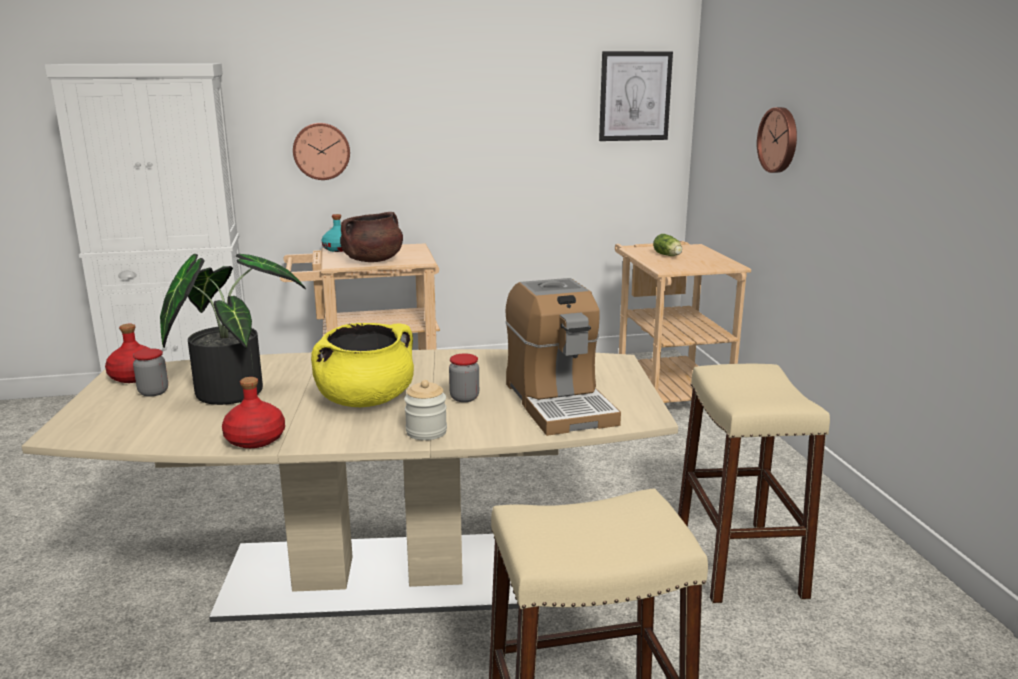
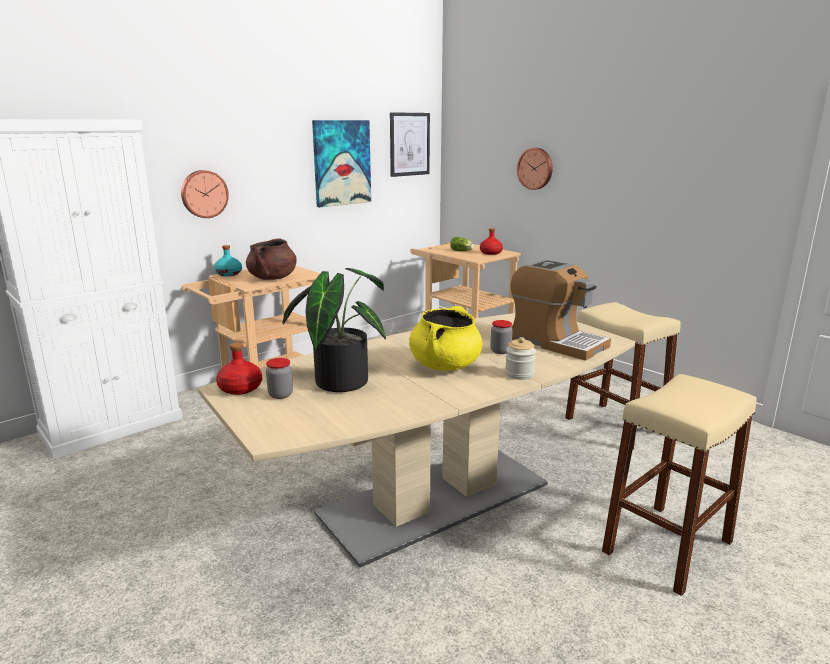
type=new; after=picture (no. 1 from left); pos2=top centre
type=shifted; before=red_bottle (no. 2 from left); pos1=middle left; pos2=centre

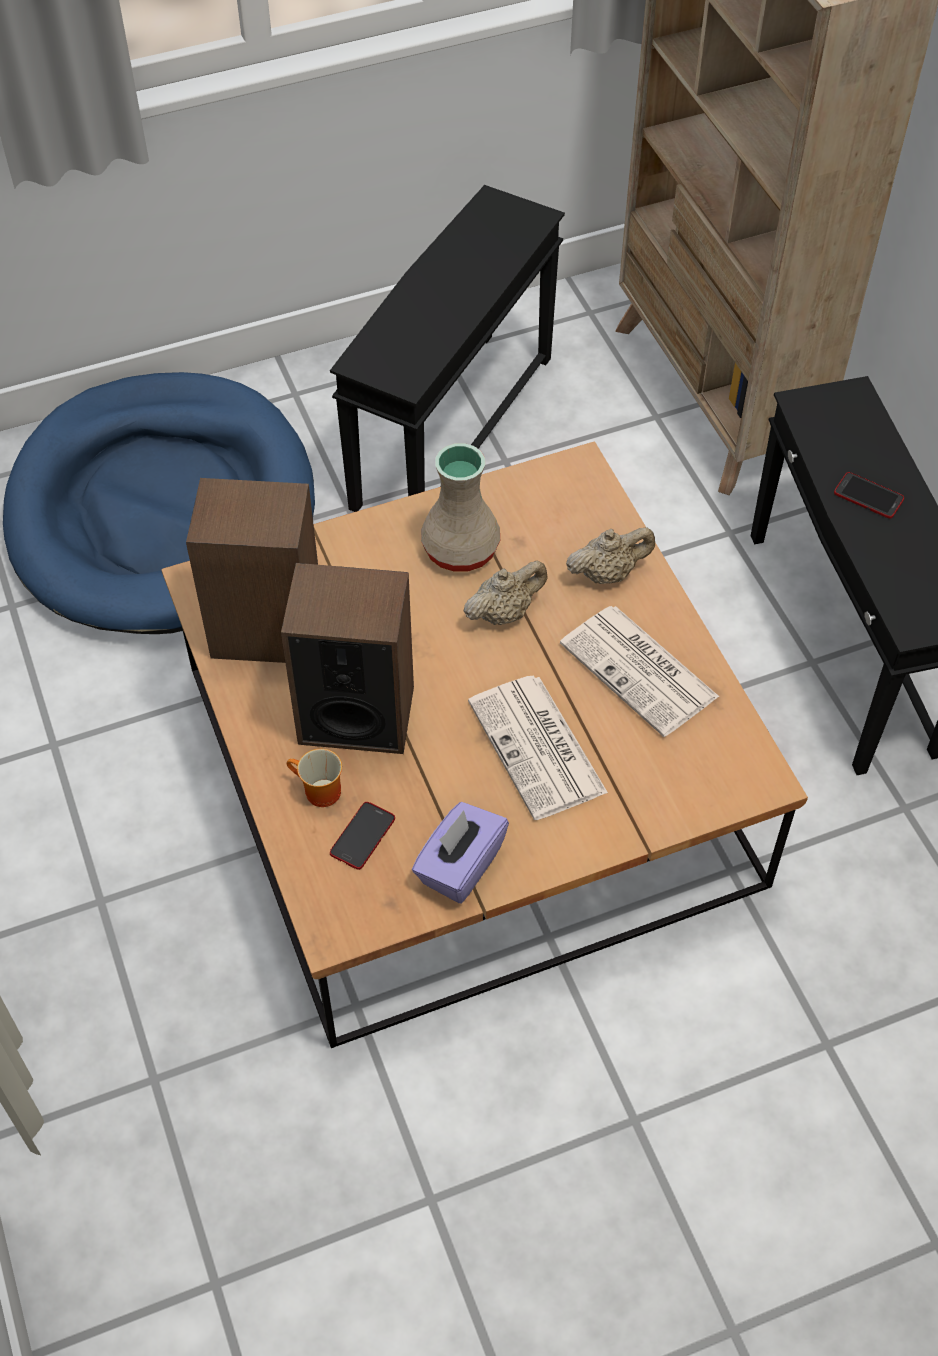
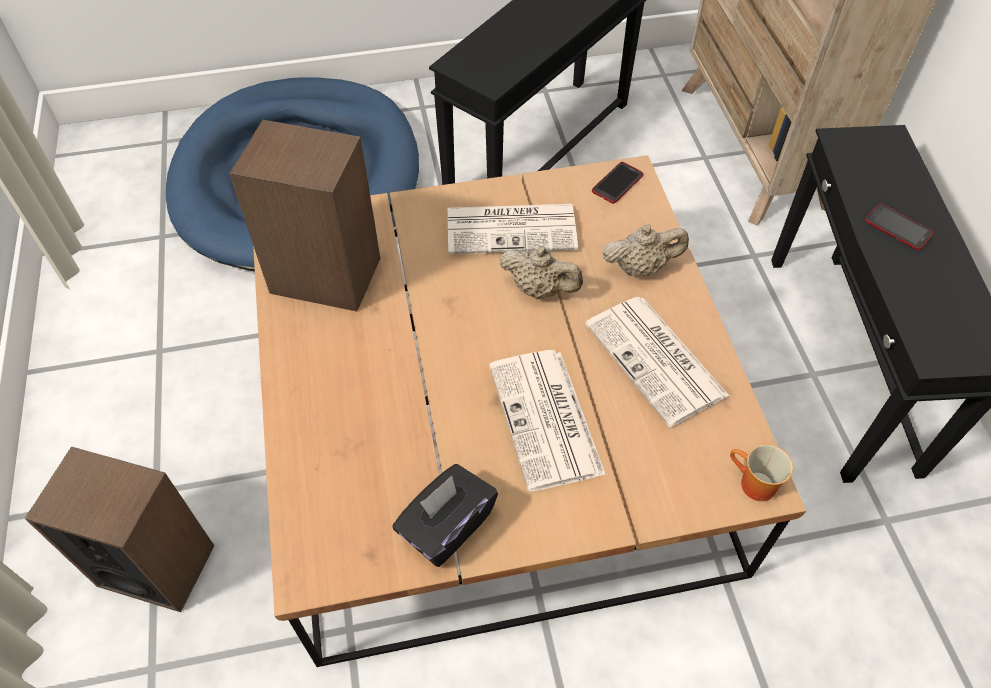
type=shifted; before=speaker (no. 2 from left in the first image); after=speaker (no. 1 from left); pos1=centre; pos2=bottom left
type=shifted; before=mug; pos1=centre; pos2=bottom right
type=shifted; before=phone (no. 1 from left); pos1=centre; pos2=top centre
type=swapped; before=beige_vase; after=newspaper (no. 1 from left); pos1=centre; pos2=top centre
type=repainted; before=purple_tissue_box; after=black_tissue_box; pos1=centre; pos2=bottom centre
type=rotated; before=beige_teapot (no. 1 from left); pos1=centre; pos2=centre; turn=45

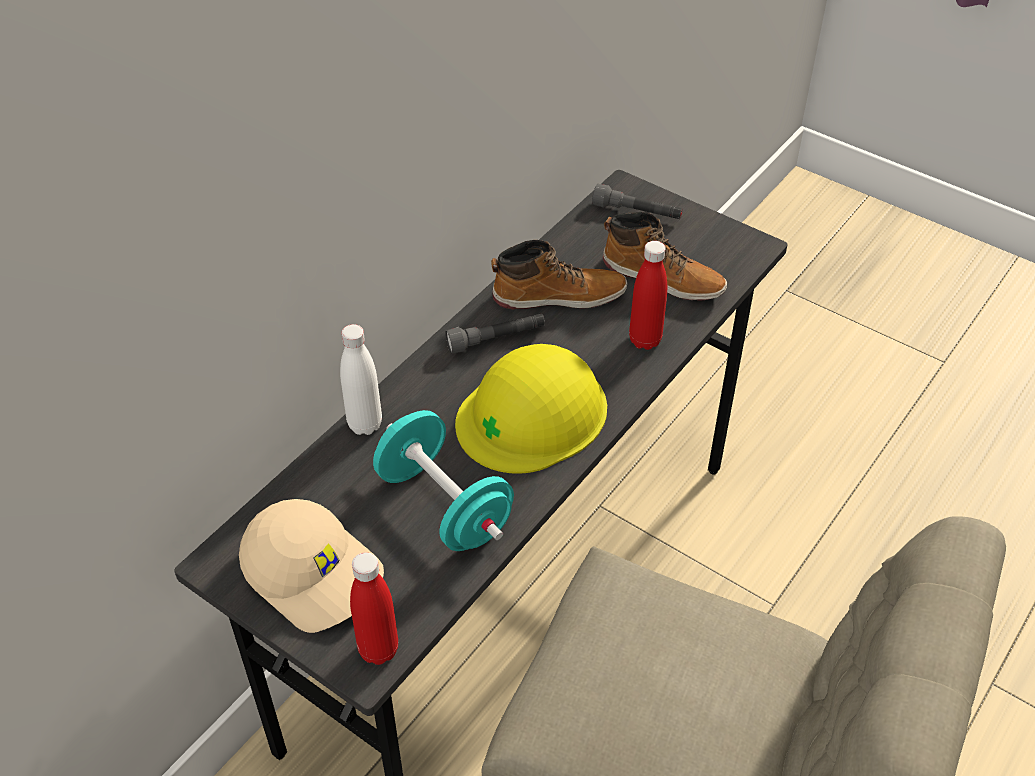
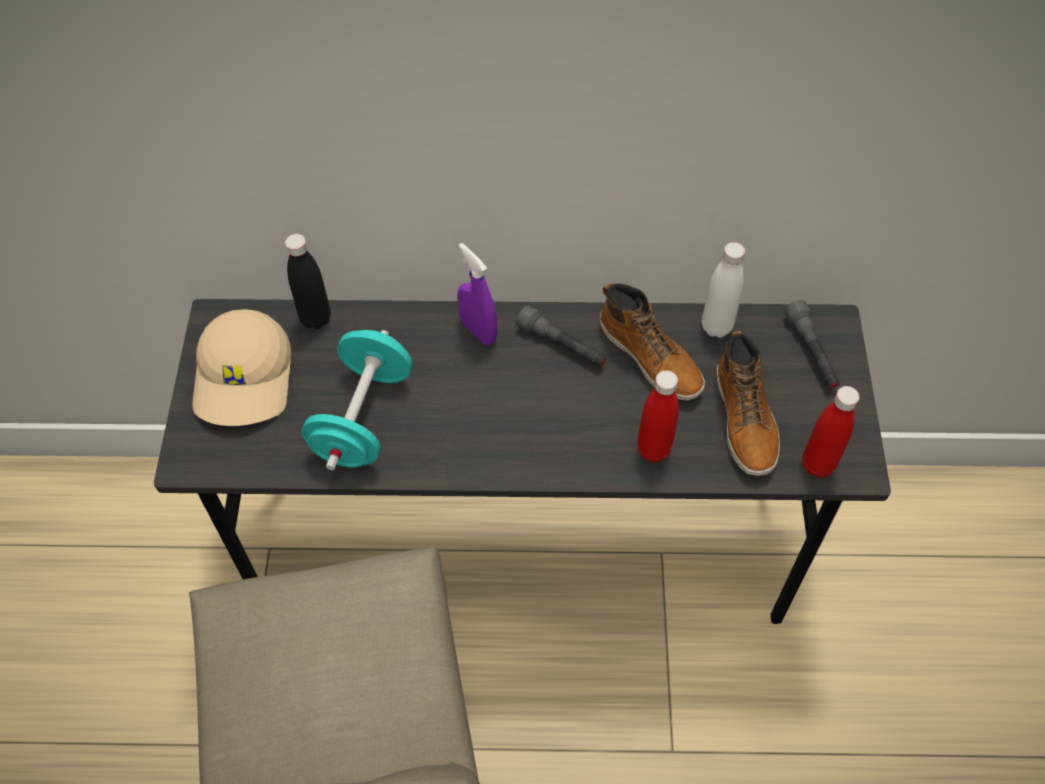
type=gone; before=yellow_hard_hat; pos1=centre
type=new; after=black_bottle; pos2=middle left
type=new; after=purple_spray_bottle; pos2=centre
type=shifted; before=white_bottle; pos1=centre; pos2=middle right
type=shifted; before=red_bottle (no. 1 from left in the first image); after=red_bottle (no. 2 from left); pos1=bottom centre; pos2=middle right

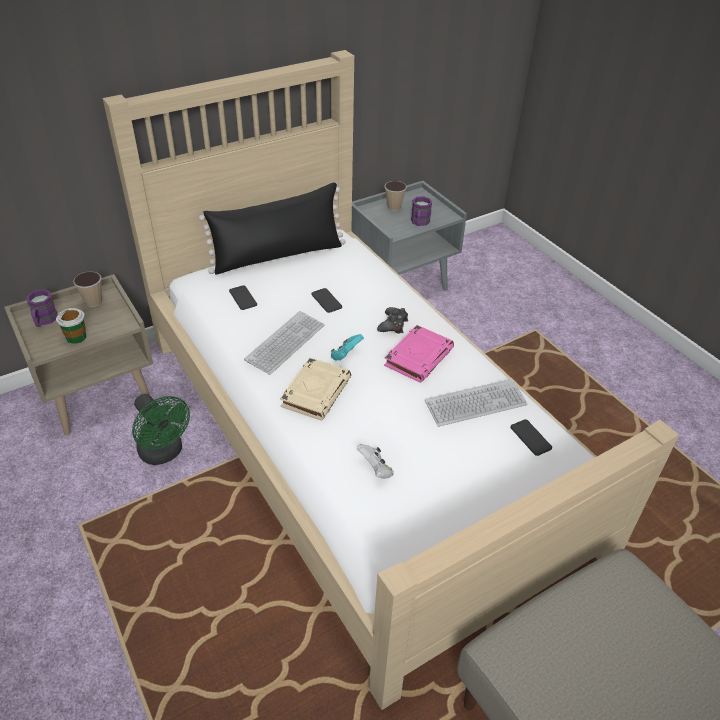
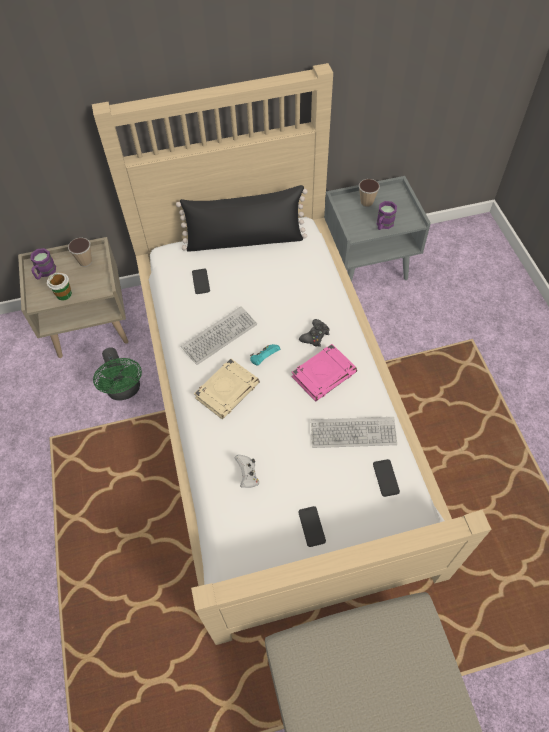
type=shifted; before=phone (no. 2 from left); pos1=centre; pos2=bottom centre

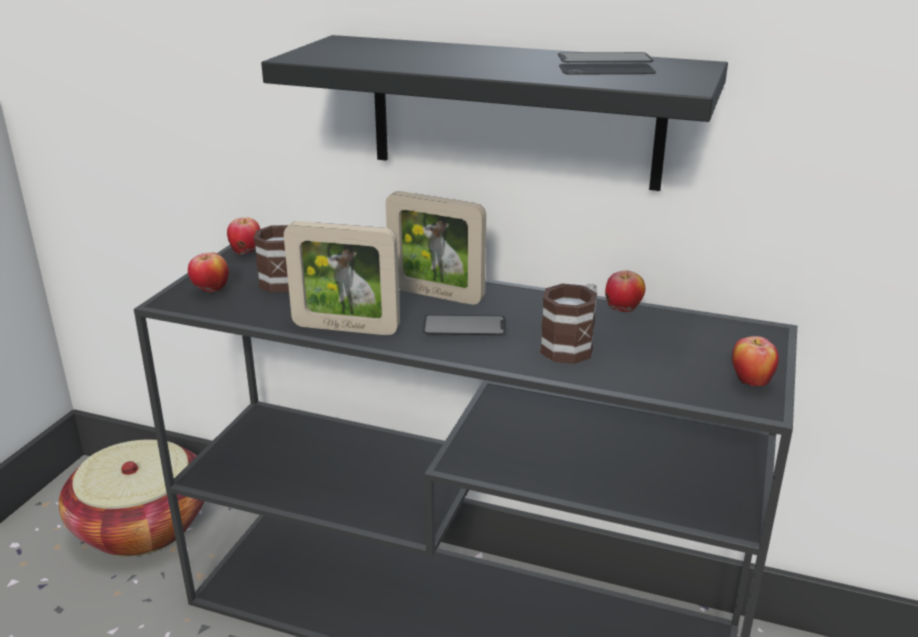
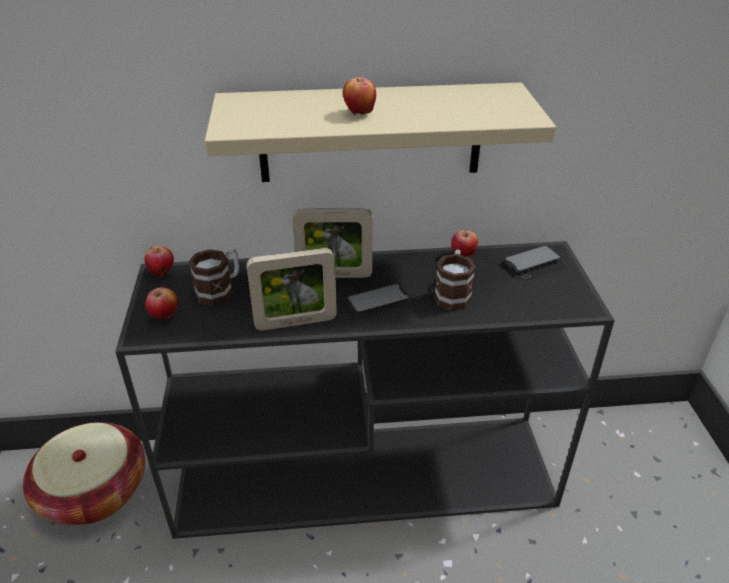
type=shifted; before=phone (no. 2 from left); pos1=top centre; pos2=middle right
type=shifted; before=apple (no. 4 from left in the first image); after=apple (no. 3 from left); pos1=middle right; pos2=top centre
type=repainted; before=black_shelf; after=beige_shelf; pos1=top centre; pos2=top centre

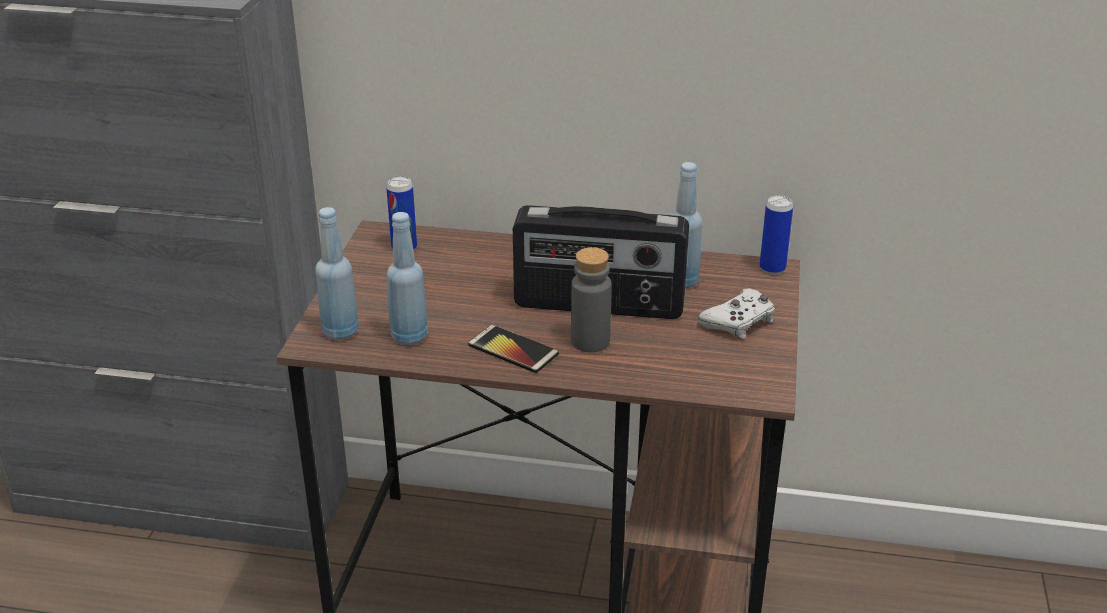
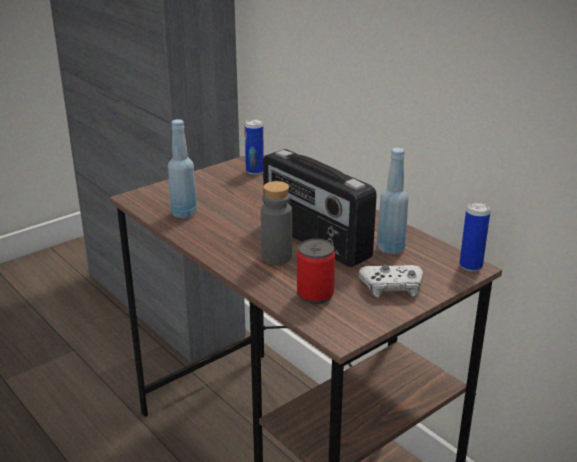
type=gone; before=blue_bottle (no. 1 from left); pos1=middle left
type=gone; before=phone; pos1=centre
type=new; after=can (no. 2 from left); pos2=centre

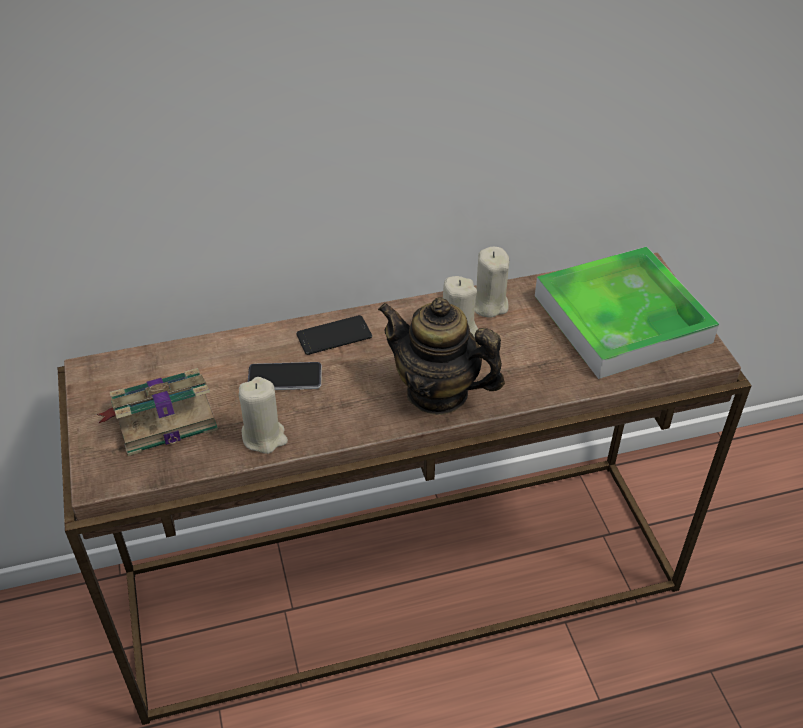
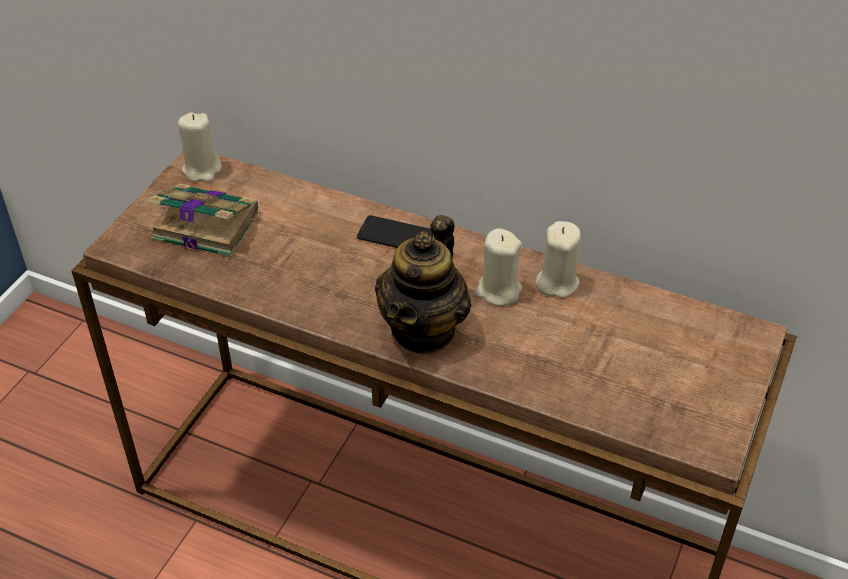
type=gone; before=phone (no. 1 from left); pos1=centre
type=gone; before=tray; pos1=middle right
type=shifted; before=beige_candle (no. 1 from left); pos1=middle left; pos2=top left
type=rotated; before=teapot; pos1=centre; pos2=centre; turn=-135

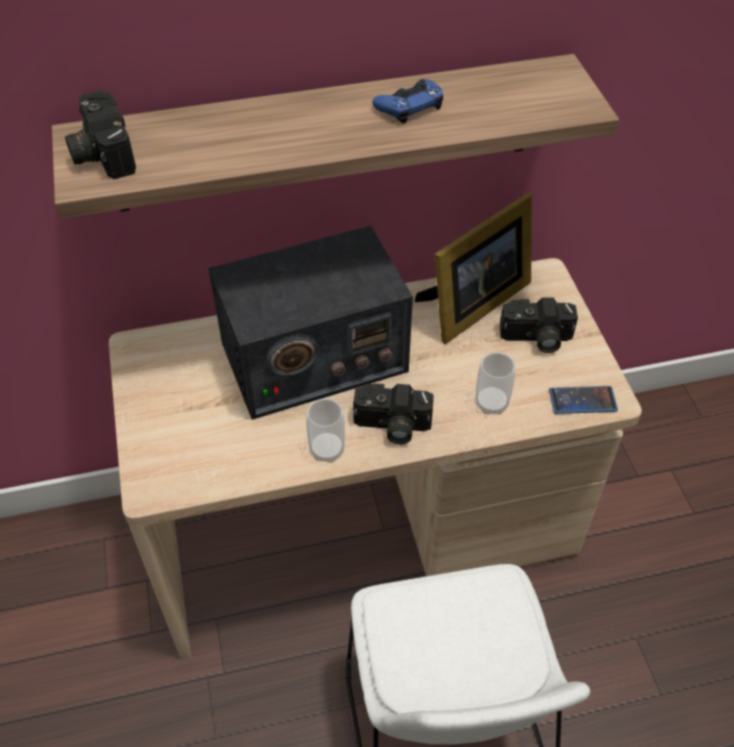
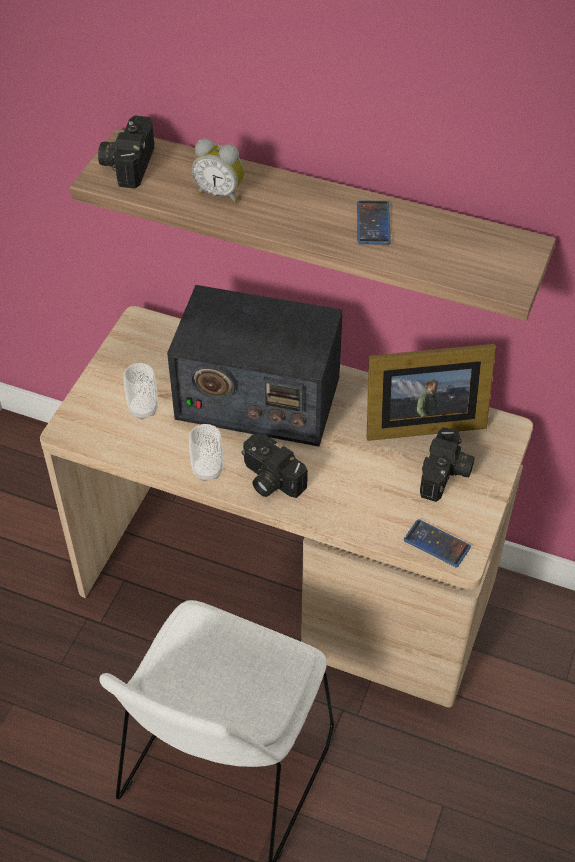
type=new; after=alarm_clock; pos2=top centre
type=shifted; before=cup (no. 2 from left in the first image); after=cup (no. 1 from left); pos1=middle right; pos2=middle left
type=swapped; before=blue_game_controller; after=phone (no. 1 from left); pos1=top centre; pos2=top centre
type=rotated; before=photo_camera (no. 3 from left); pos1=middle right; pos2=middle right; turn=-105

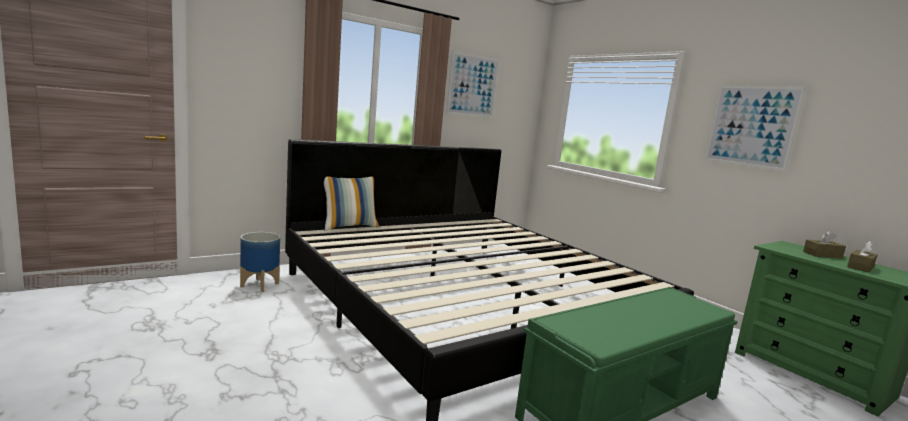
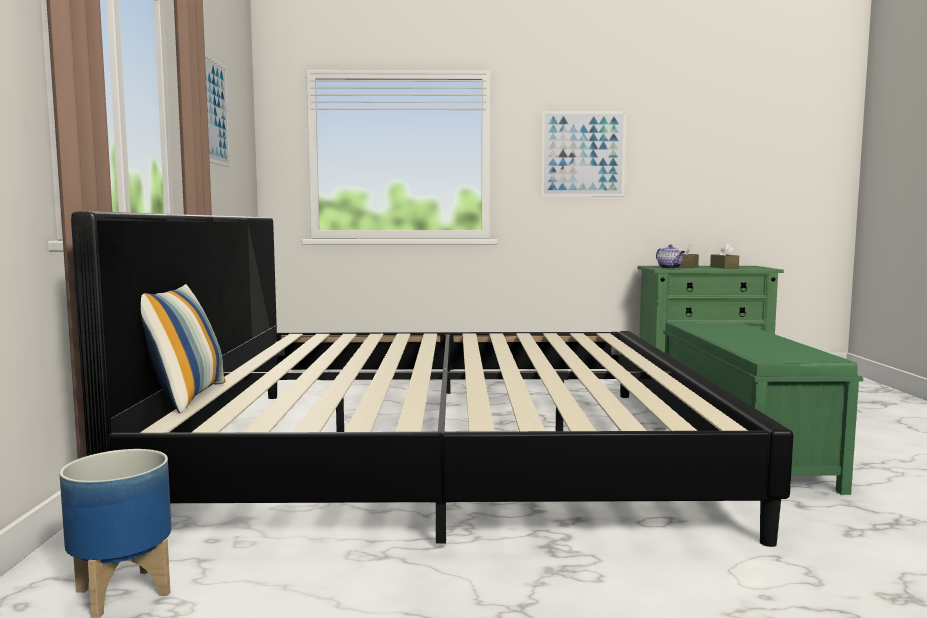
type=new; after=teapot; pos2=middle right

